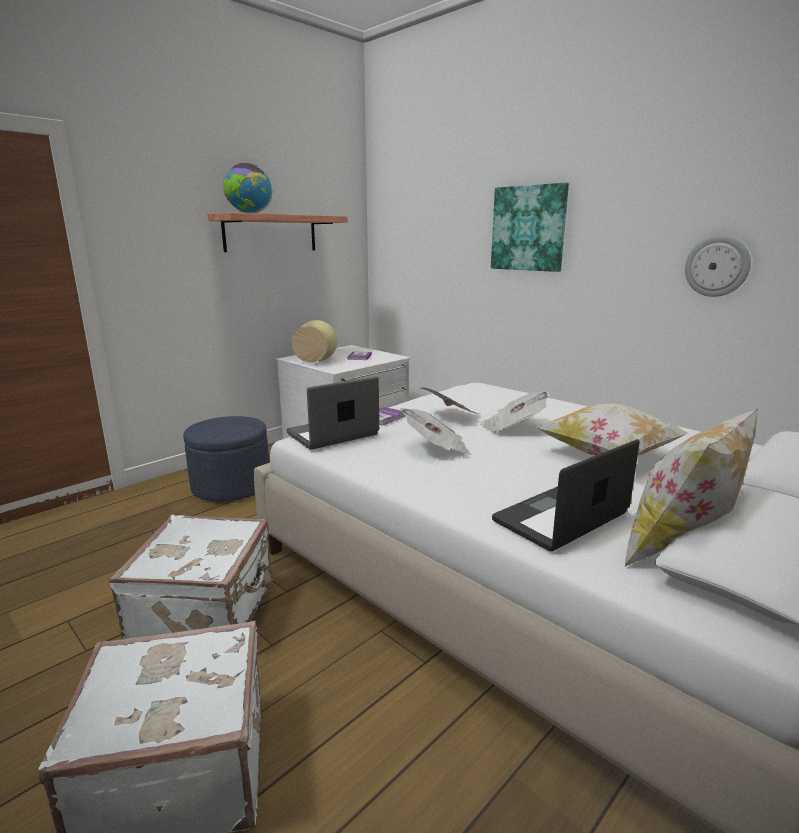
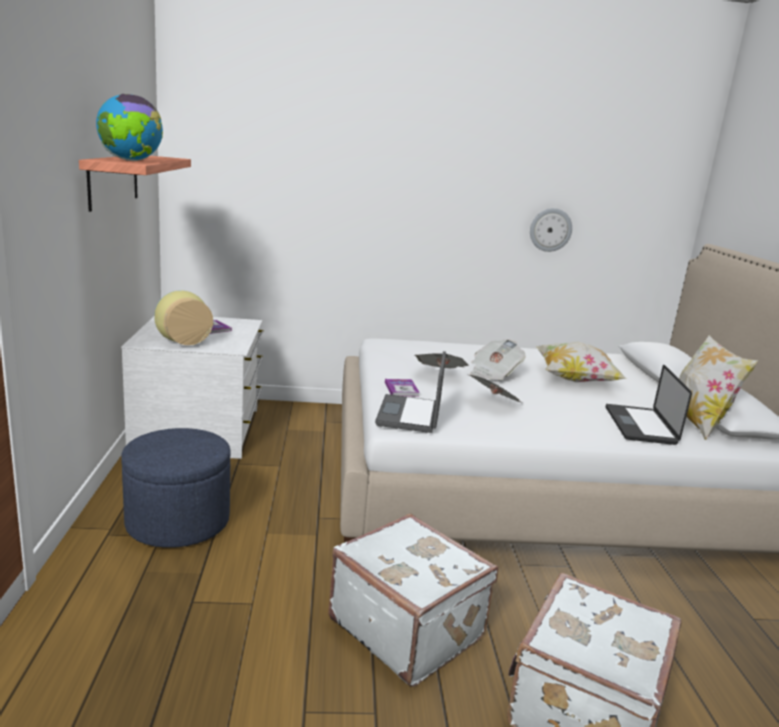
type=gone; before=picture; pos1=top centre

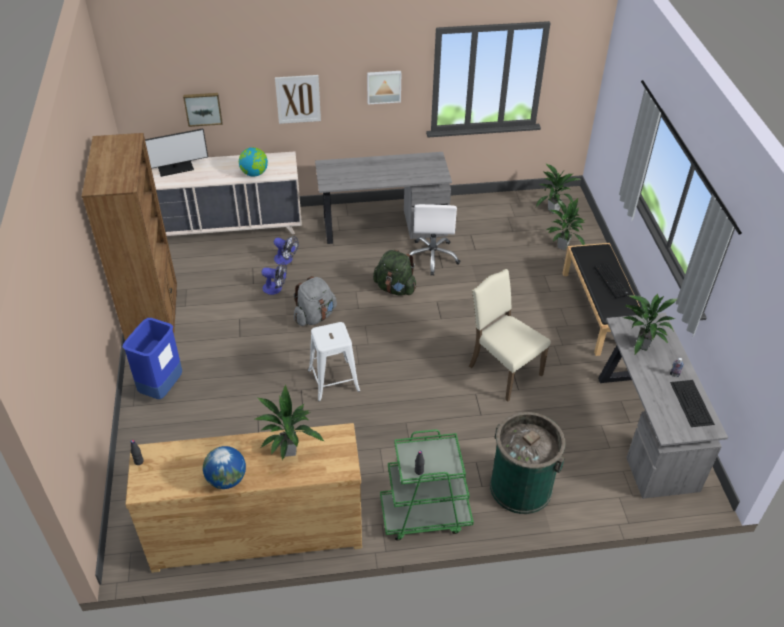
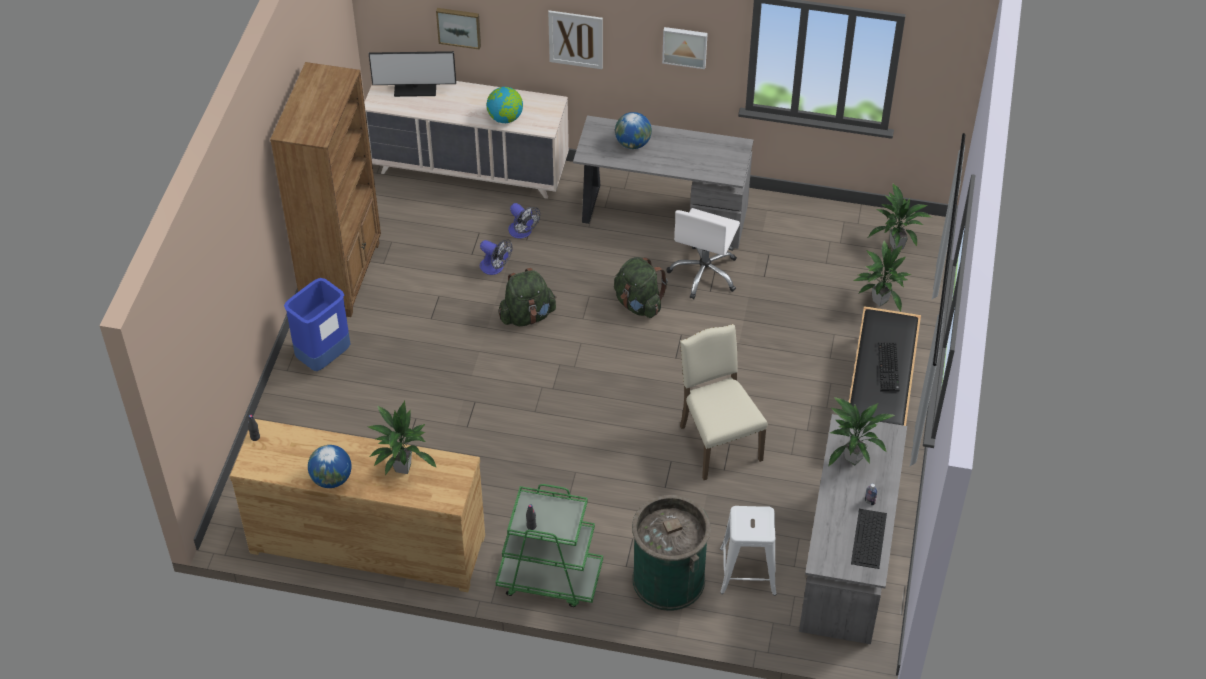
type=new; after=globe (no. 3 from left); pos2=top centre
type=shifted; before=white_stool; pos1=centre; pos2=bottom centre
type=repainted; before=grey_backpack; after=green_backpack (no. 1 from left); pos1=centre; pos2=centre

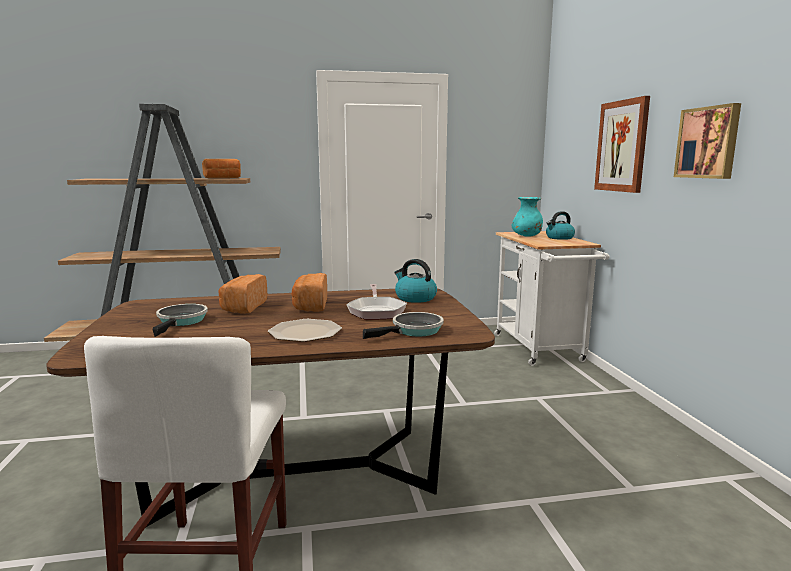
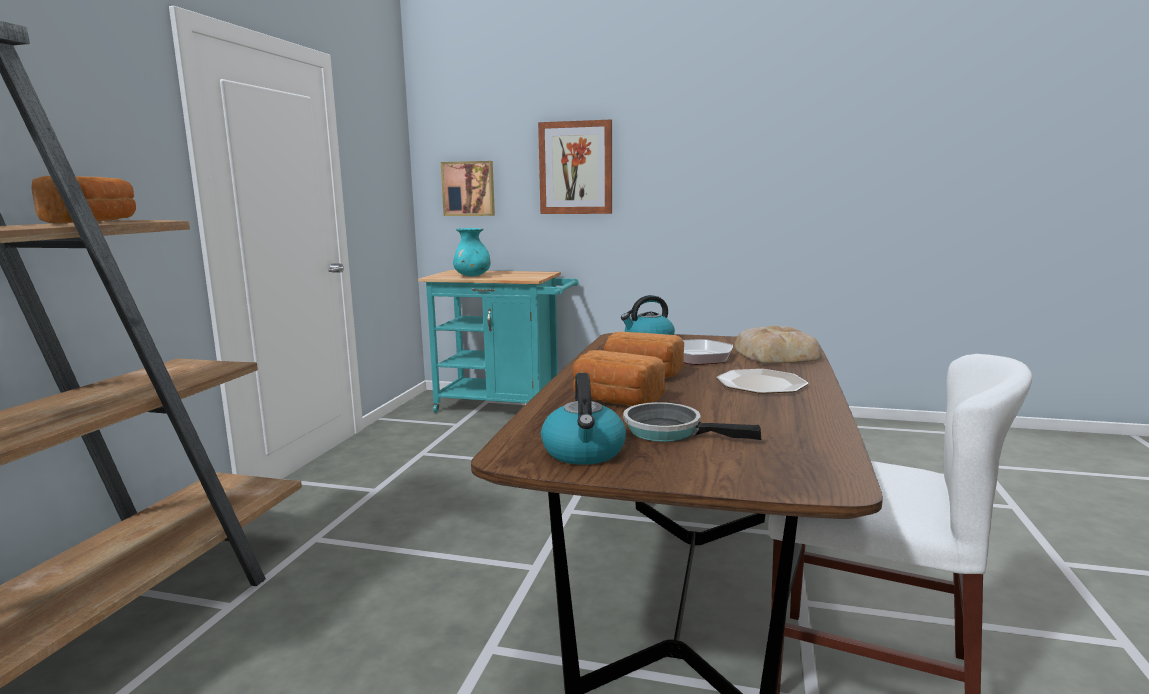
type=shifted; before=kettle (no. 2 from left in the first image); after=kettle (no. 1 from left); pos1=middle right; pos2=centre
type=shifted; before=picture (no. 2 from left in the first image); after=picture (no. 1 from left); pos1=top right; pos2=top centre
type=swapped; before=frying_pan (no. 3 from left); after=bread (no. 4 from left); pos1=centre; pos2=middle right
type=repainted; before=white_cart; after=turquoise_cart; pos1=middle right; pos2=centre

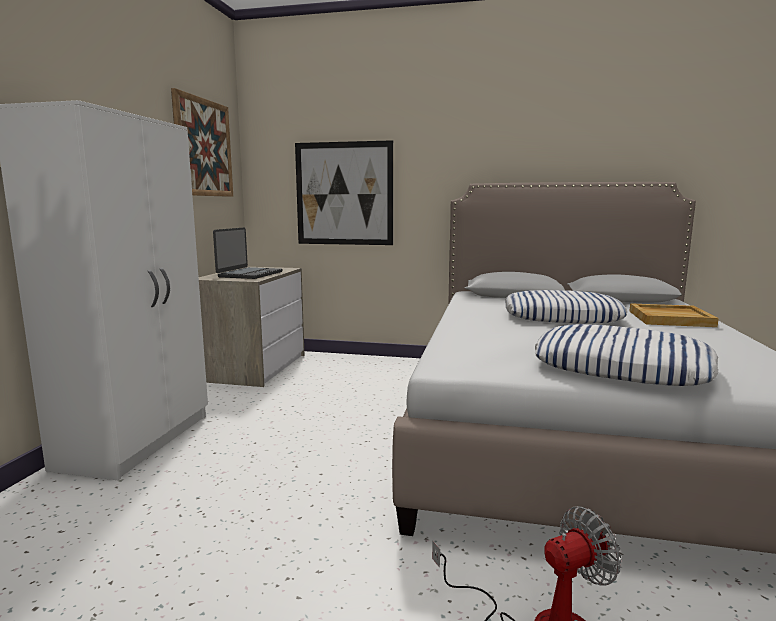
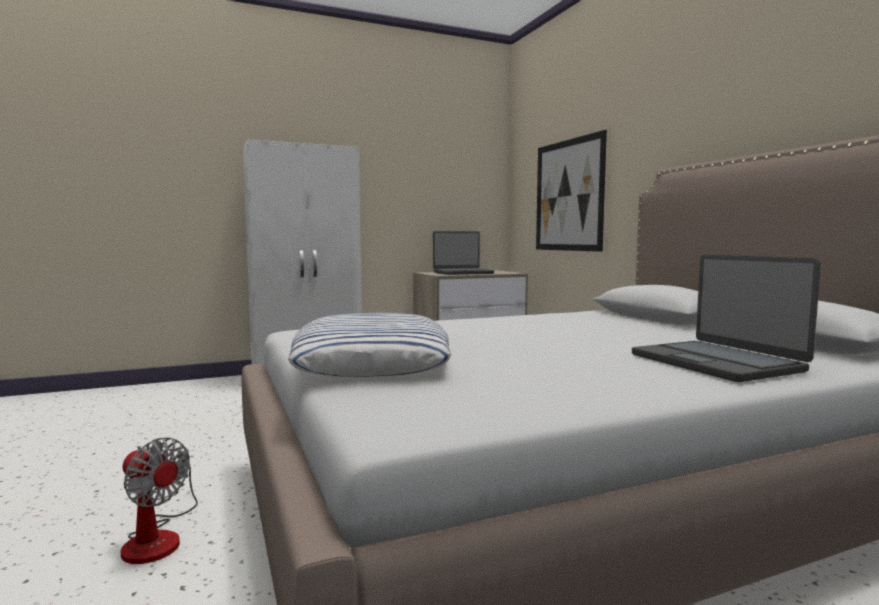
type=gone; before=picture (no. 1 from left); pos1=top left
type=gone; before=pillow (no. 1 from left); pos1=middle right
type=swapped; before=beige_tray; after=laptop (no. 2 from left); pos1=middle right; pos2=middle right

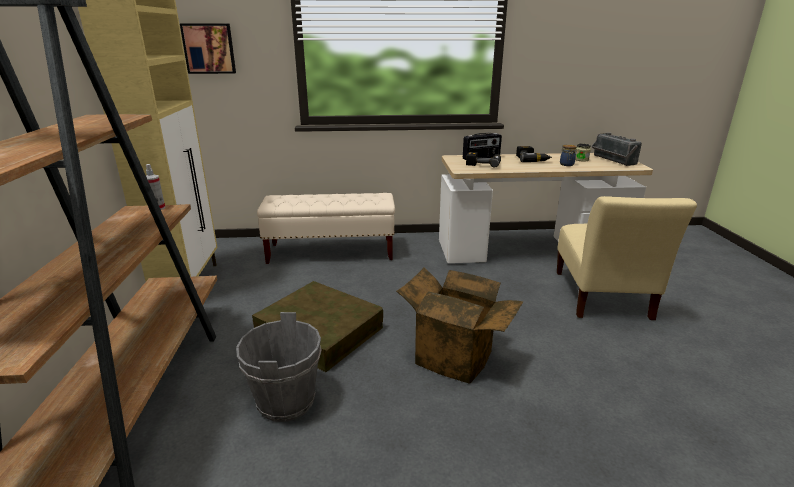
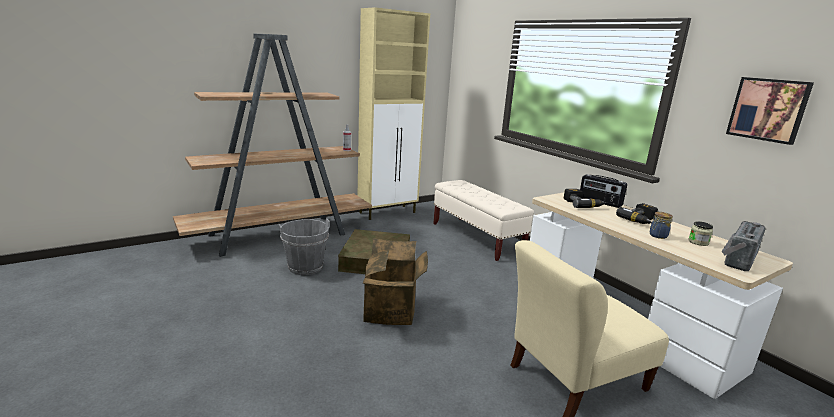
type=shifted; before=picture; pos1=top left; pos2=top right

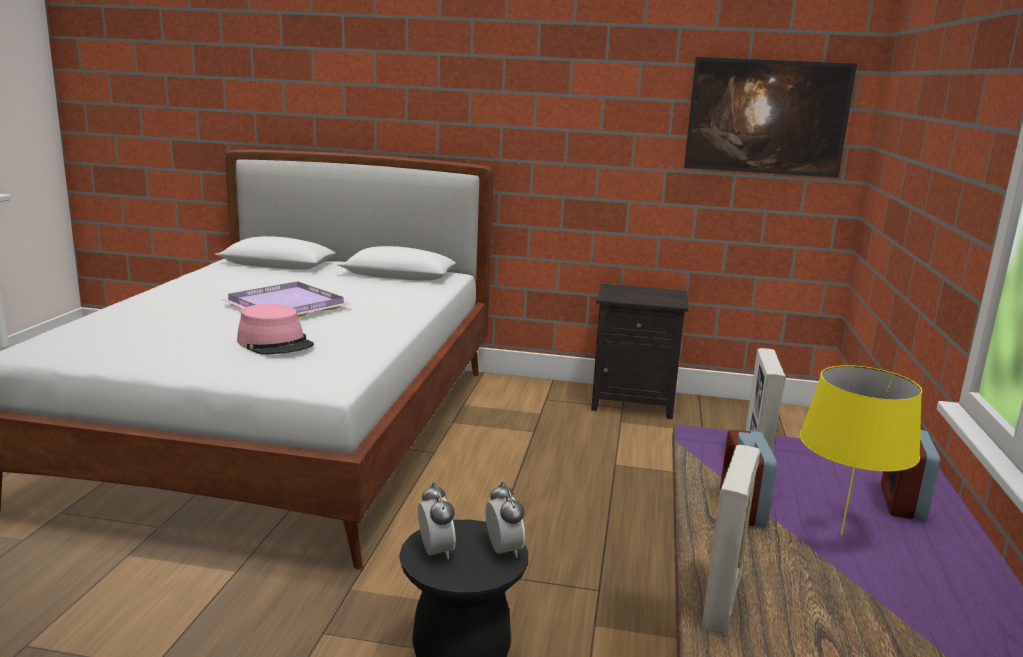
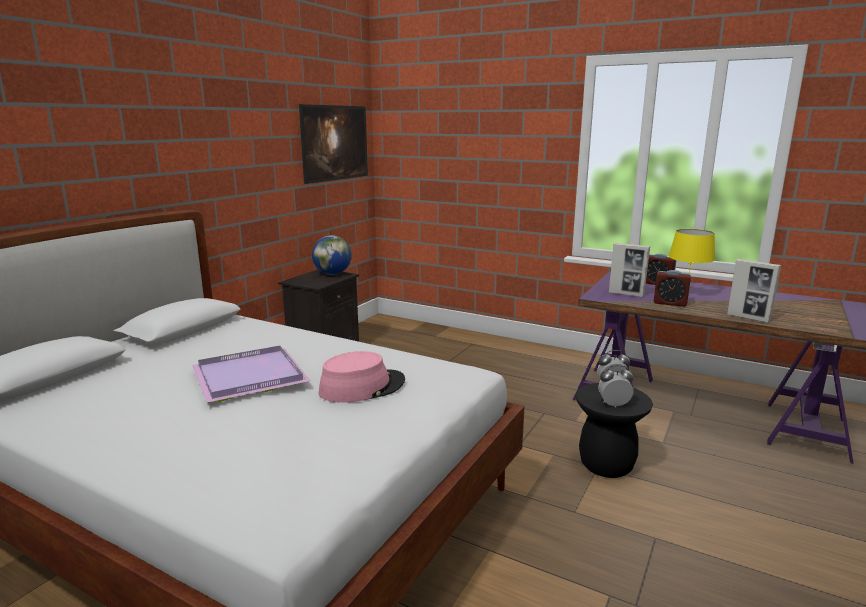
type=new; after=globe; pos2=centre

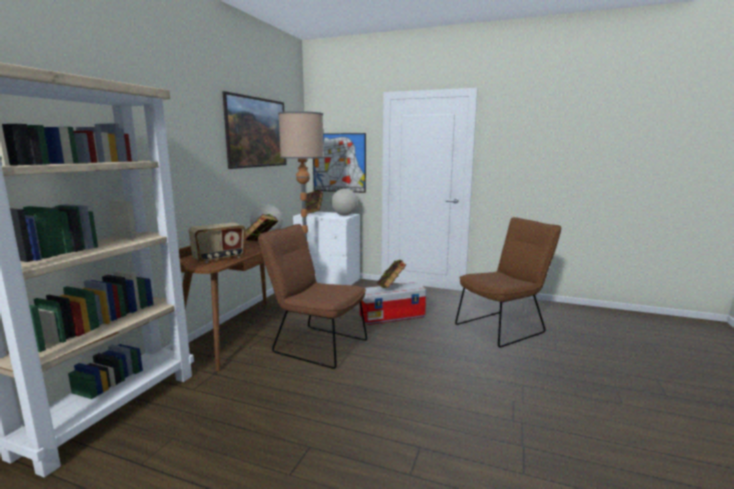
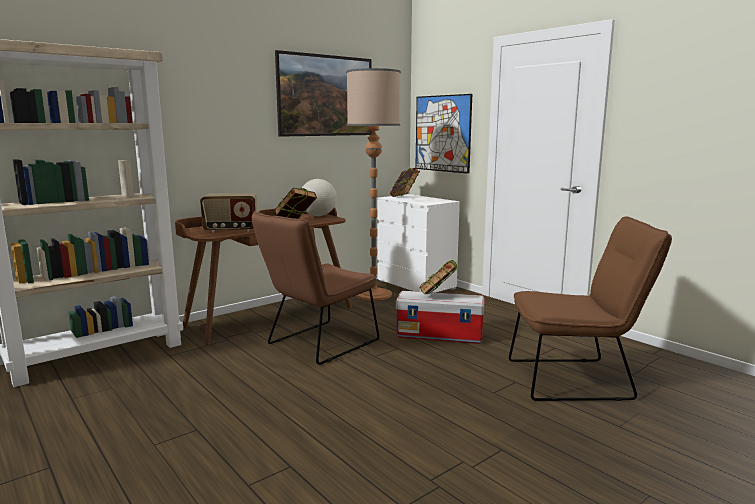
type=gone; before=globe (no. 2 from left); pos1=centre
type=rotated; before=brown_chair (no. 1 from left); pos1=centre; pos2=centre; turn=-105

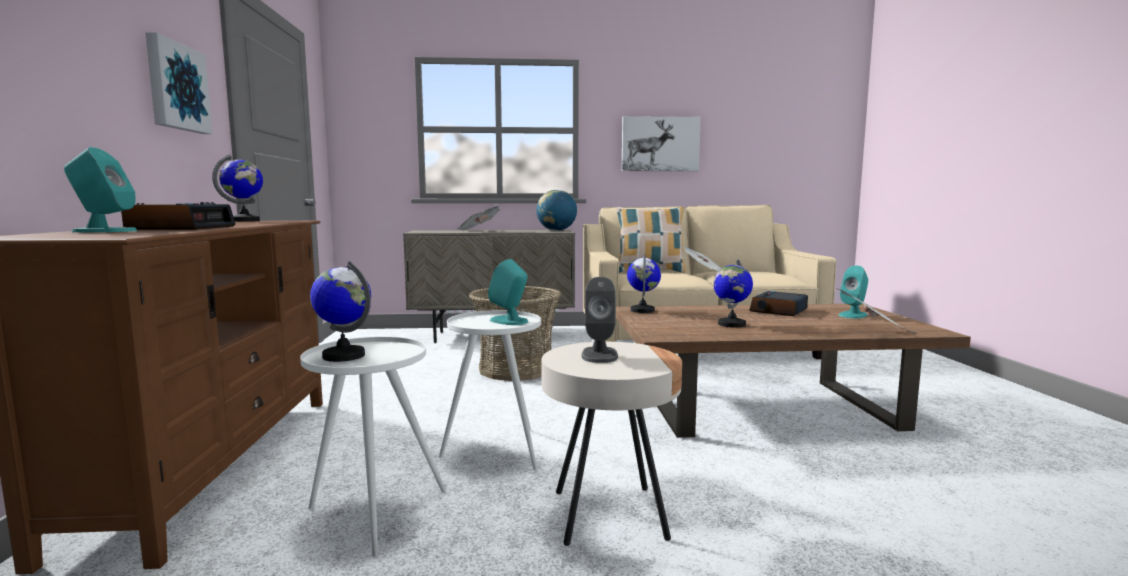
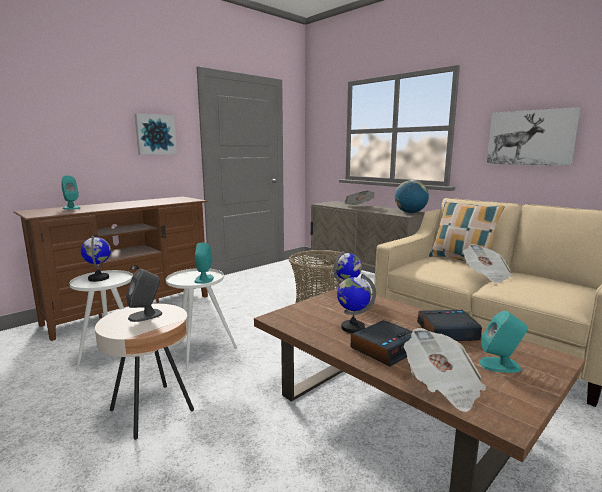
type=gone; before=globe (no. 1 from left); pos1=top left
type=shifted; before=alarm_clock (no. 1 from left); pos1=middle left; pos2=bottom centre

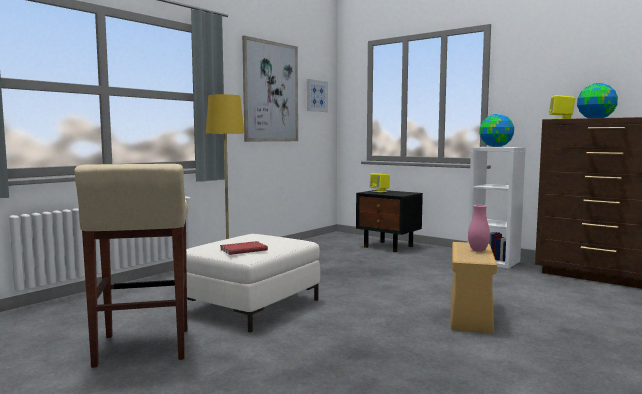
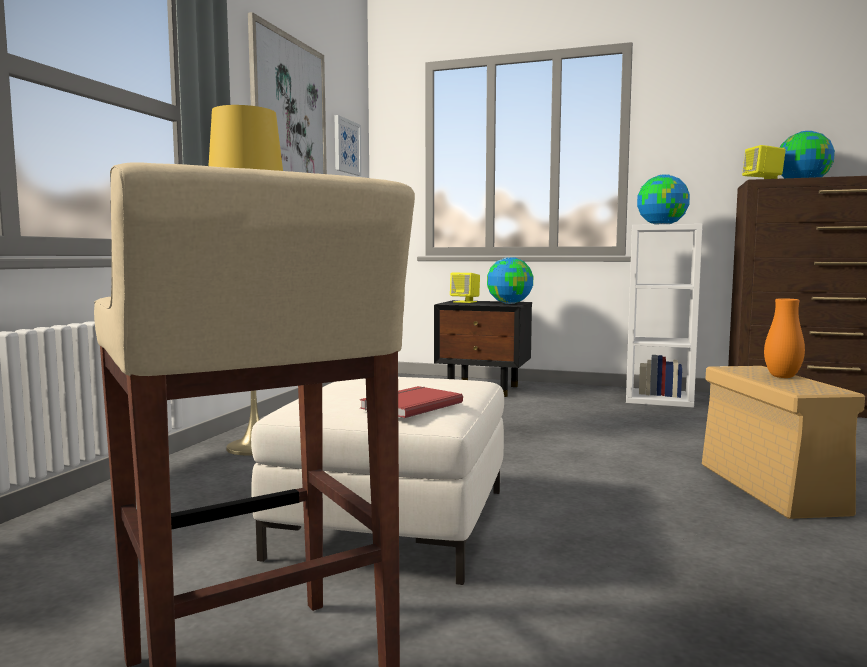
type=new; after=globe (no. 1 from left); pos2=centre
type=repainted; before=pink_vase; after=orange_vase; pos1=middle right; pos2=middle right

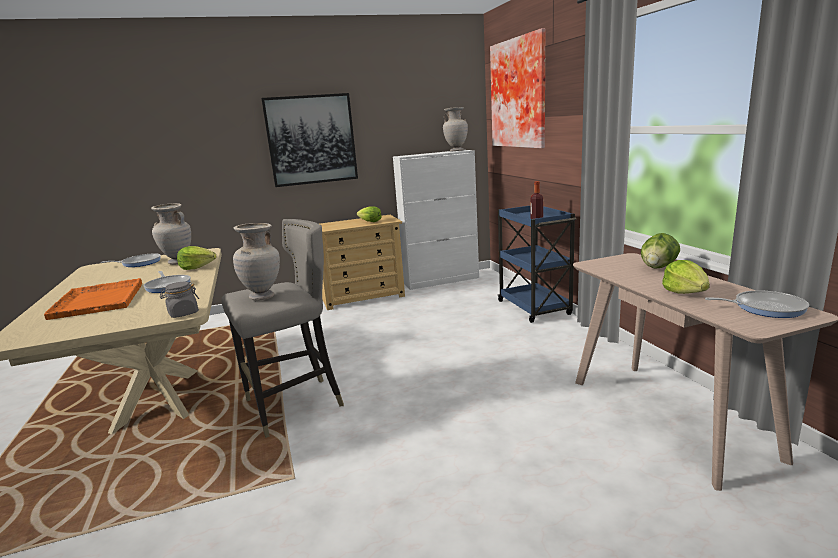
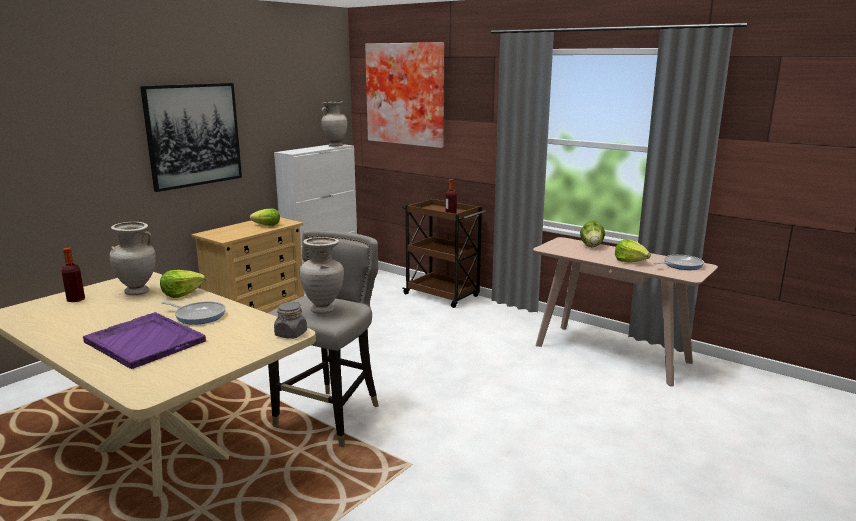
type=swapped; before=frying_pan (no. 1 from left); after=bottle (no. 1 from left); pos1=middle left; pos2=middle left
type=repainted; before=orange_tray; after=purple_tray; pos1=middle left; pos2=middle left
type=repainted; before=blue_cart; after=brown_cart; pos1=centre; pos2=centre

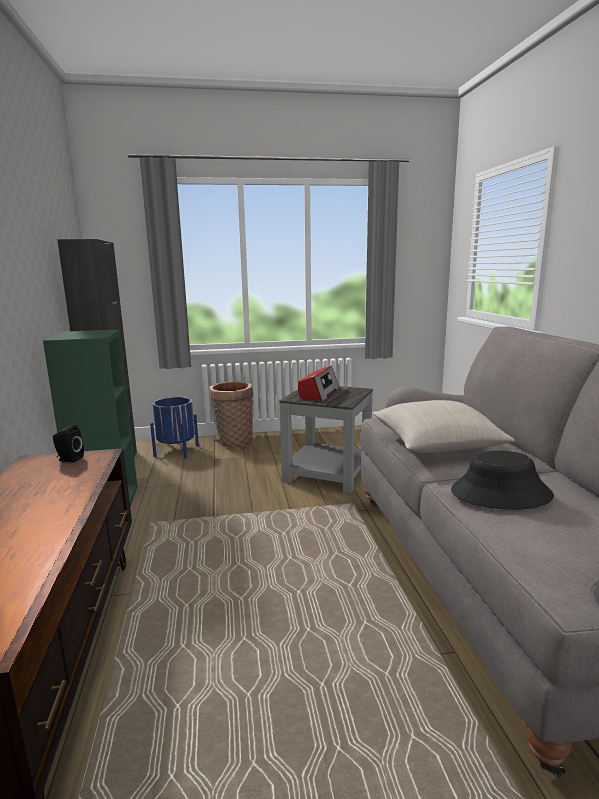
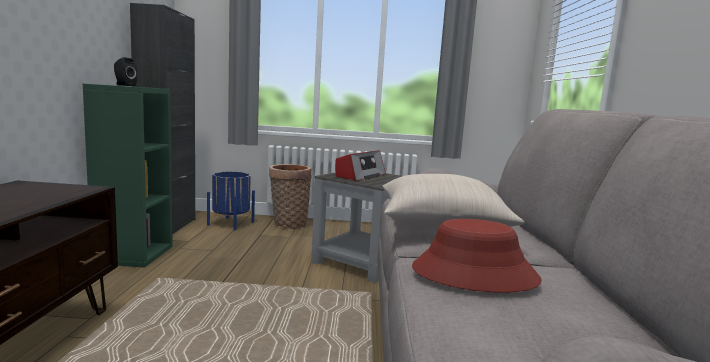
type=shifted; before=black_speaker; pos1=middle left; pos2=top left
type=repainted; before=black_hat; after=red_hat; pos1=middle right; pos2=bottom right

